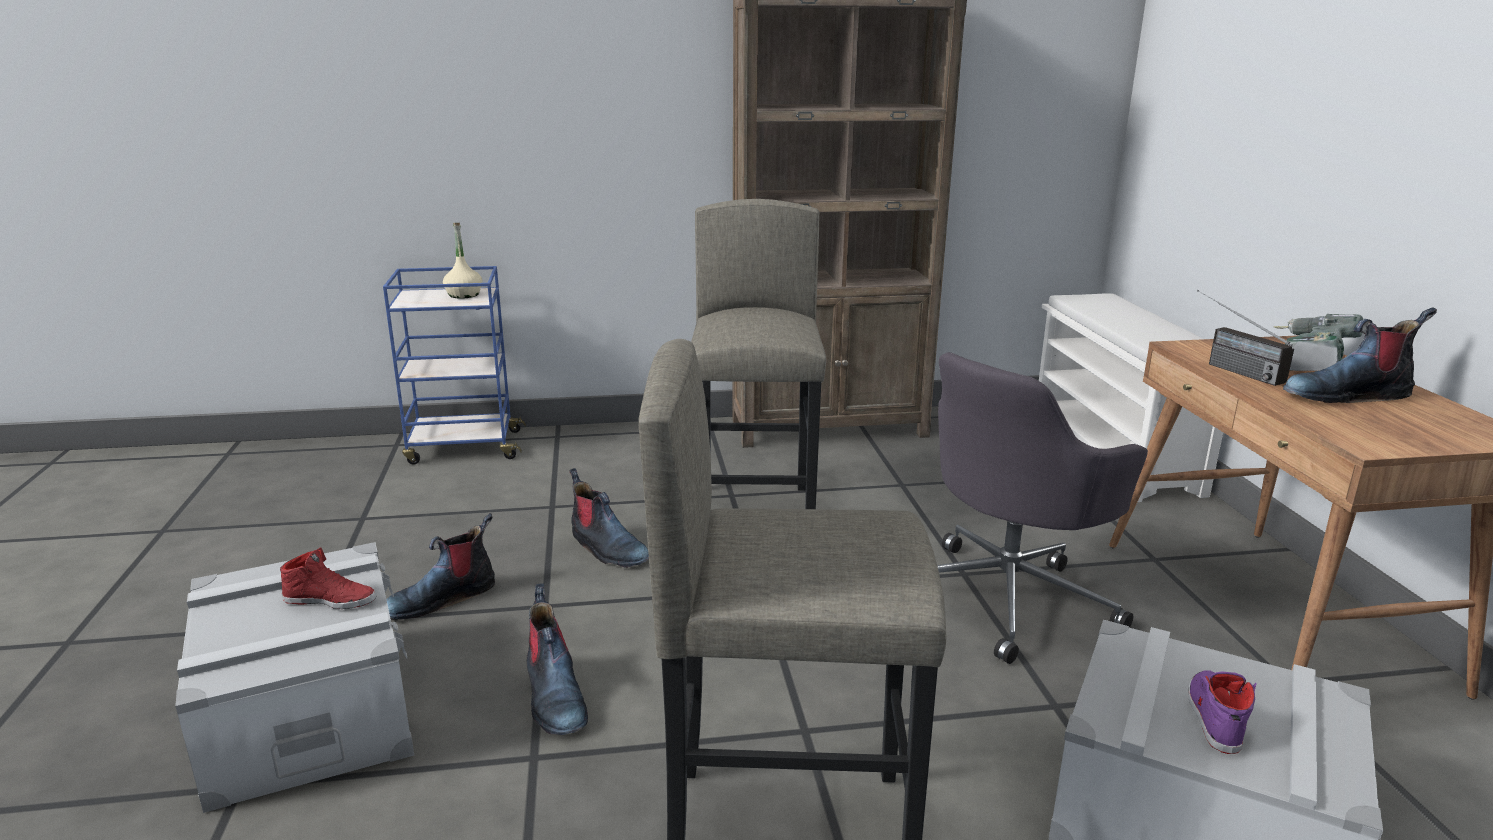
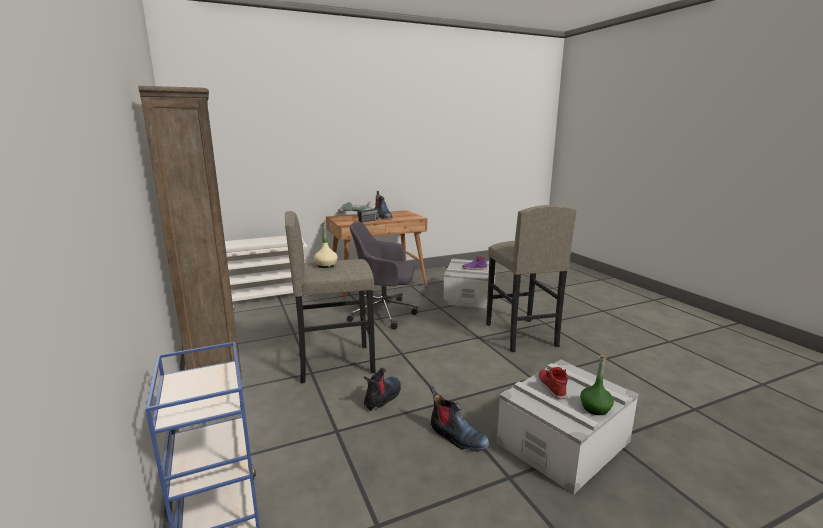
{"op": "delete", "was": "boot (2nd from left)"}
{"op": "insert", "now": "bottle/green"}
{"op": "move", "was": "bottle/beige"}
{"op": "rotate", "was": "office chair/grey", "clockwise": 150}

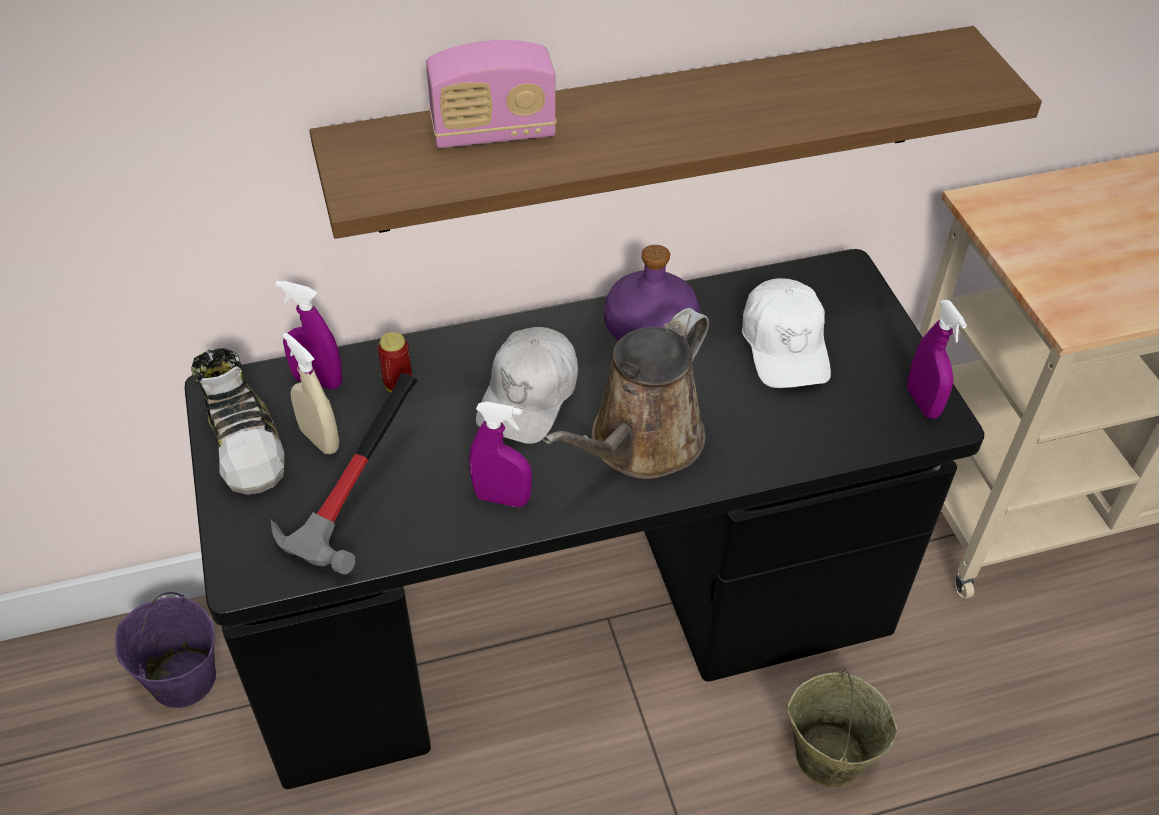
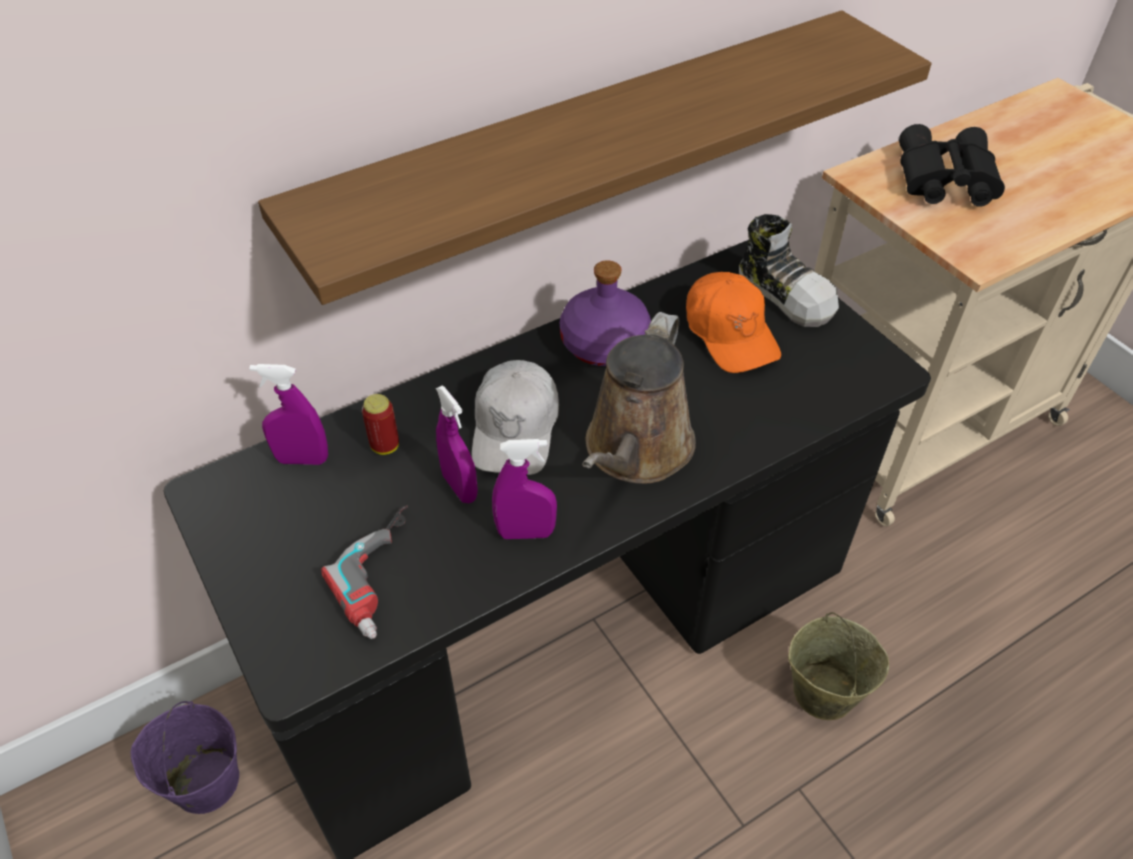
{"op": "delete", "was": "spray bottle/beige"}
{"op": "delete", "was": "radio"}
{"op": "insert", "now": "binoculars/black"}
{"op": "move", "was": "shoe"}
{"op": "move", "was": "spray bottle/purple (3rd from left in the first image)", "now": "spray bottle/purple (2nd from left)"}
{"op": "replace", "was": "hammer", "now": "power drill"}
{"op": "recolor", "was": "cap/white (2nd from left)", "now": "cap/orange"}

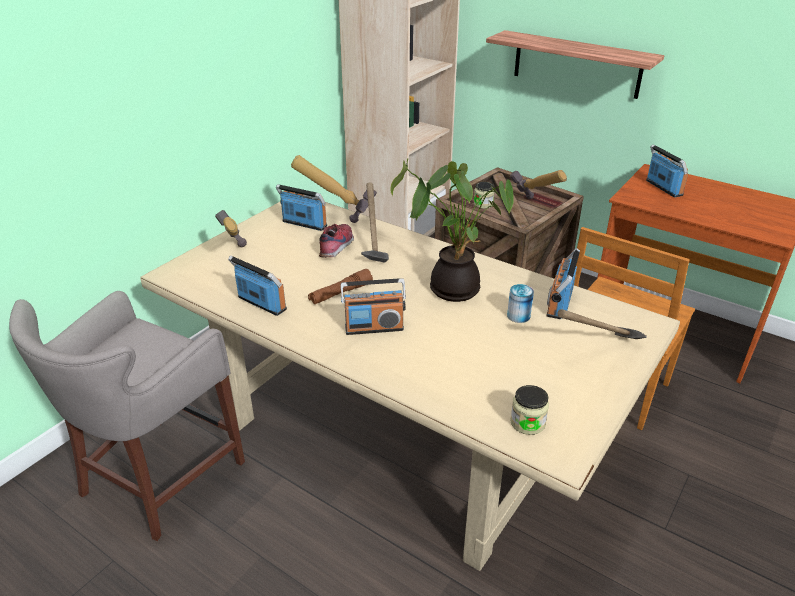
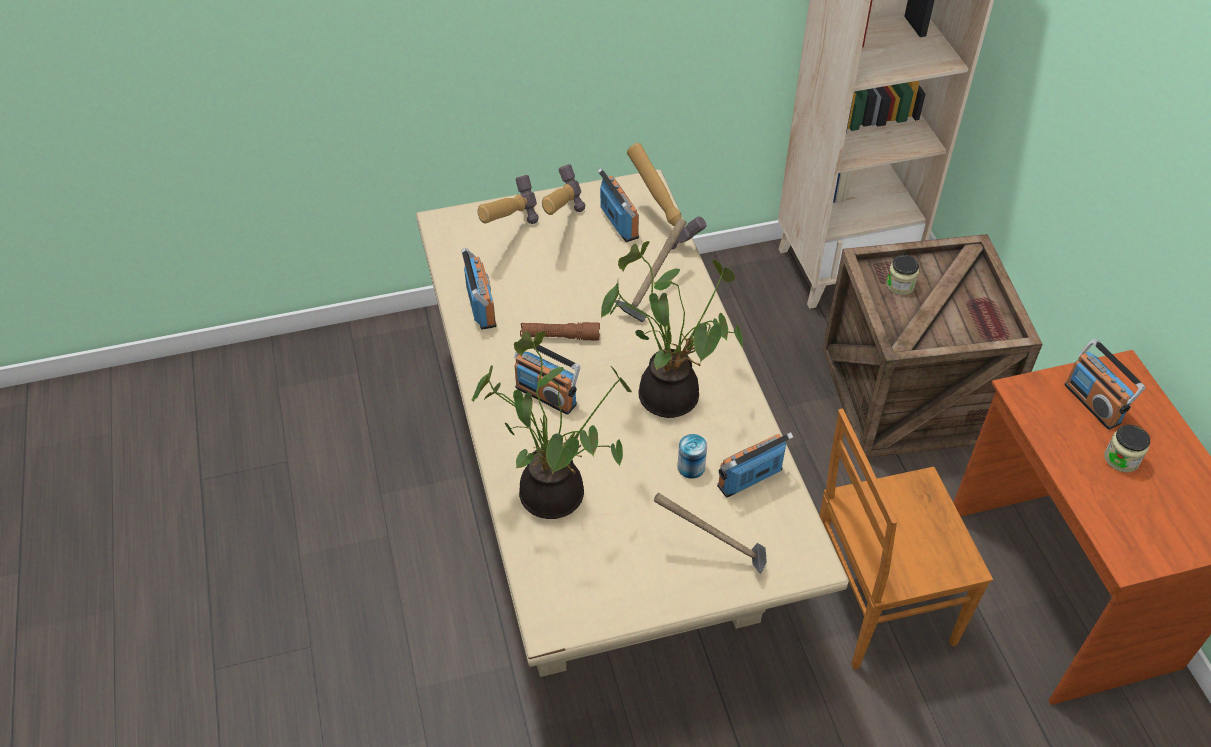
{"op": "delete", "was": "stool/grey"}
{"op": "delete", "was": "shoe"}
{"op": "delete", "was": "shelf"}
{"op": "insert", "now": "potted plant (1st from left)"}
{"op": "move", "was": "hammer (4th from left in the first image)", "now": "hammer (2nd from left)"}
{"op": "move", "was": "jar (2nd from left)"}
{"op": "rotate", "was": "radio (5th from left)", "clockwise": 135}

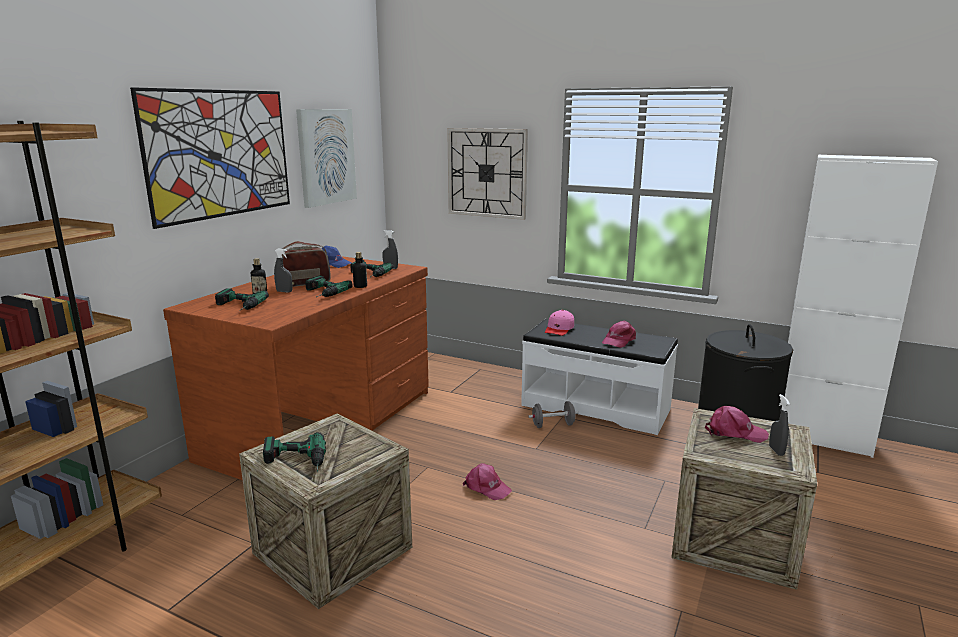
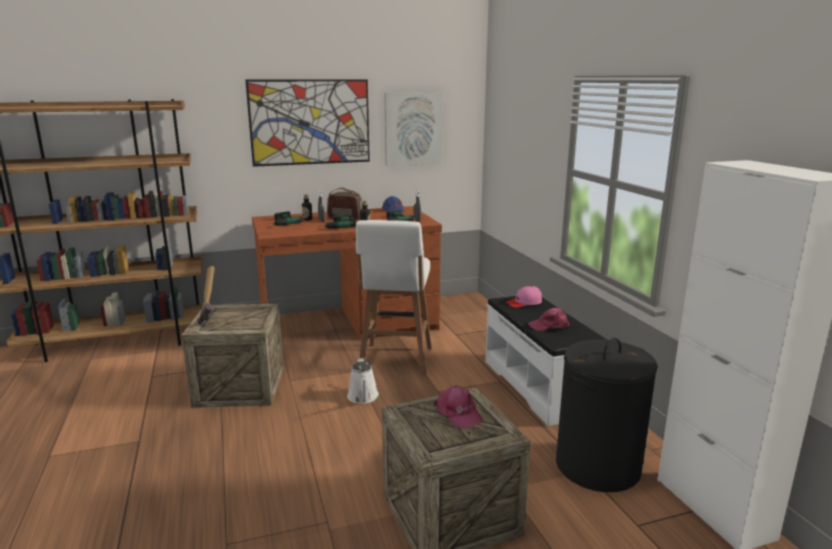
{"op": "delete", "was": "wall clock"}
{"op": "delete", "was": "dumbbell/grey"}
{"op": "delete", "was": "spray bottle/grey (3rd from left)"}
{"op": "insert", "now": "stool/white"}
{"op": "replace", "was": "power drill (2nd from left)", "now": "hammer"}
{"op": "replace", "was": "cap/pink (1st from left)", "now": "watering can/white"}

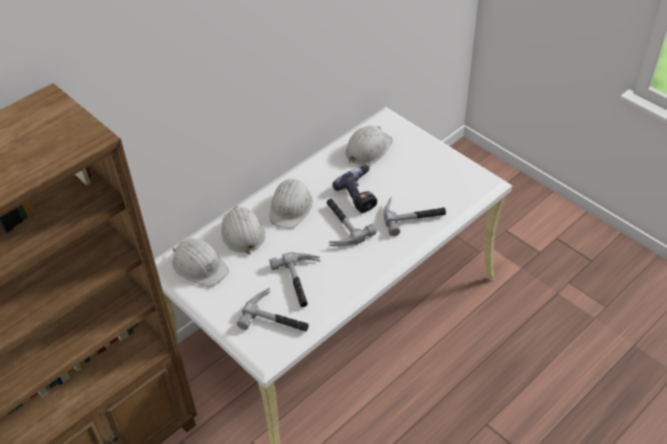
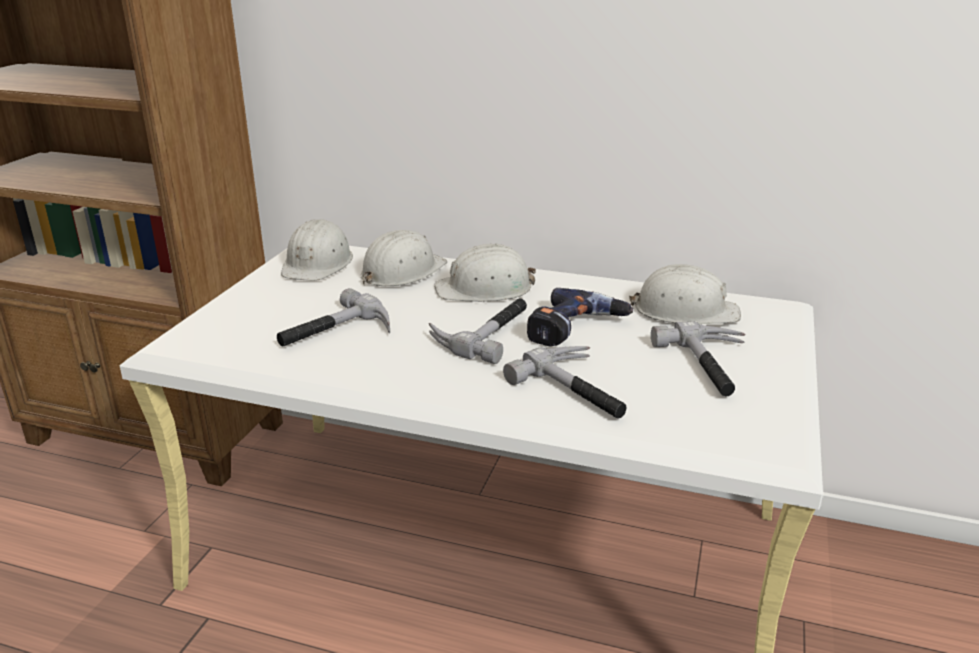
{"op": "move", "was": "hammer (1st from left in the first image)", "now": "hammer (4th from left)"}

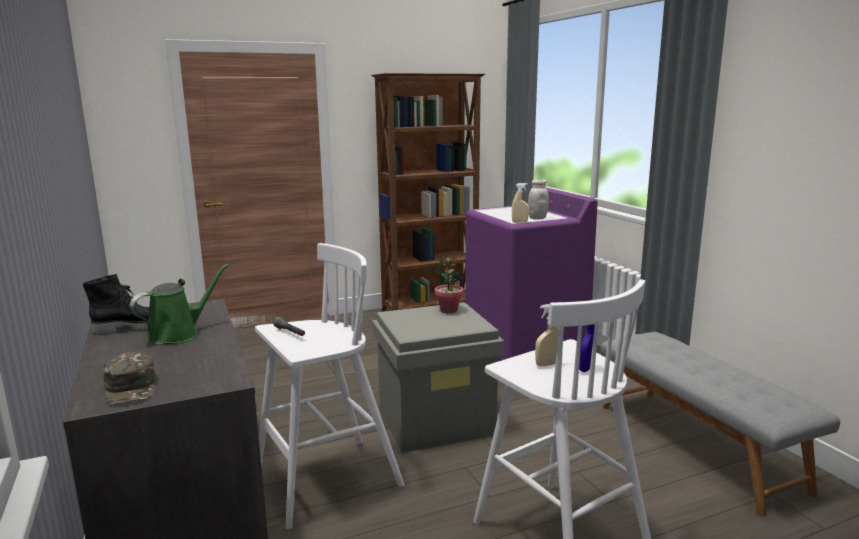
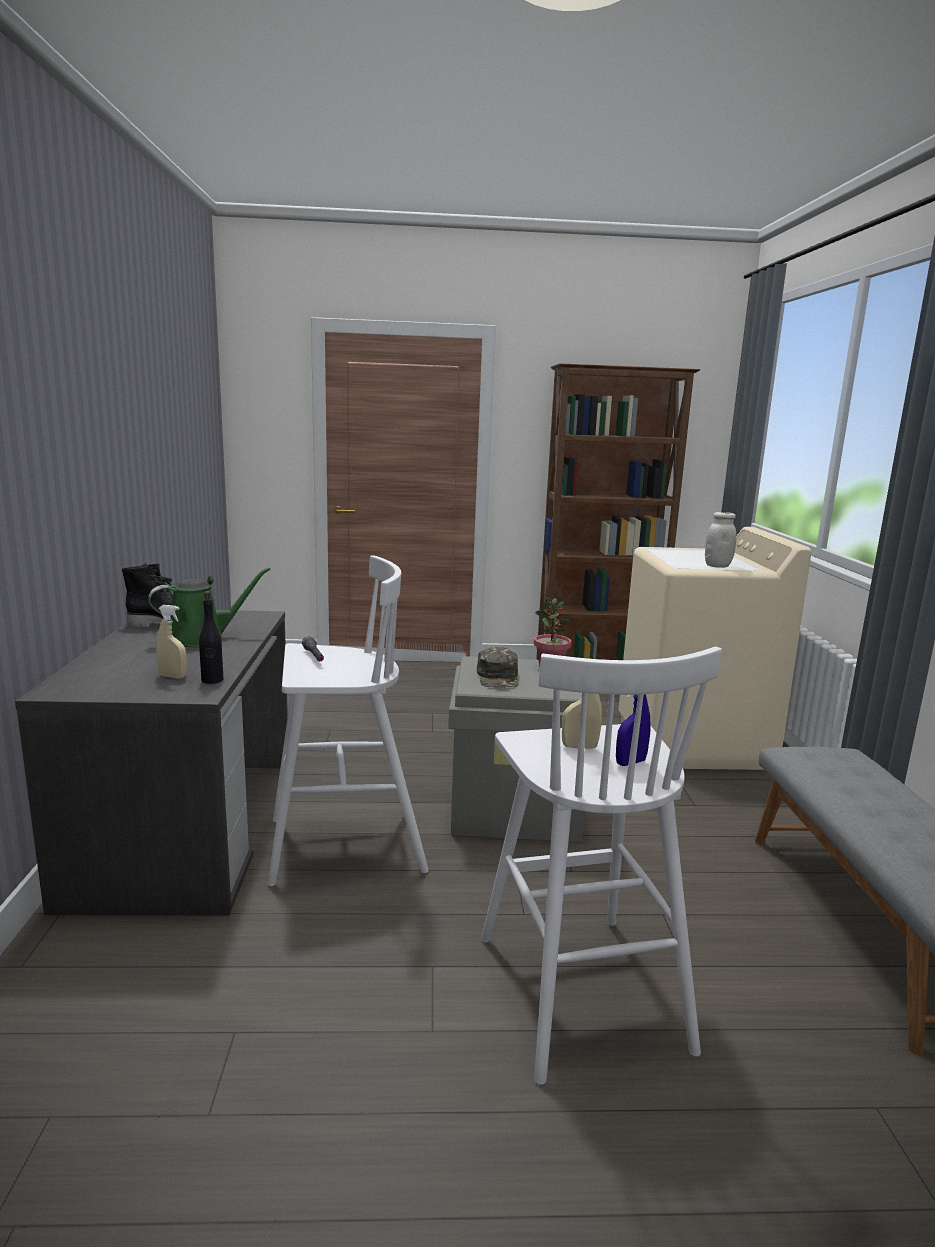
{"op": "insert", "now": "bottle/black"}
{"op": "move", "was": "cap/green"}
{"op": "move", "was": "spray bottle/beige (1st from left)"}
{"op": "recolor", "was": "washing machine/purple", "now": "washing machine/beige"}

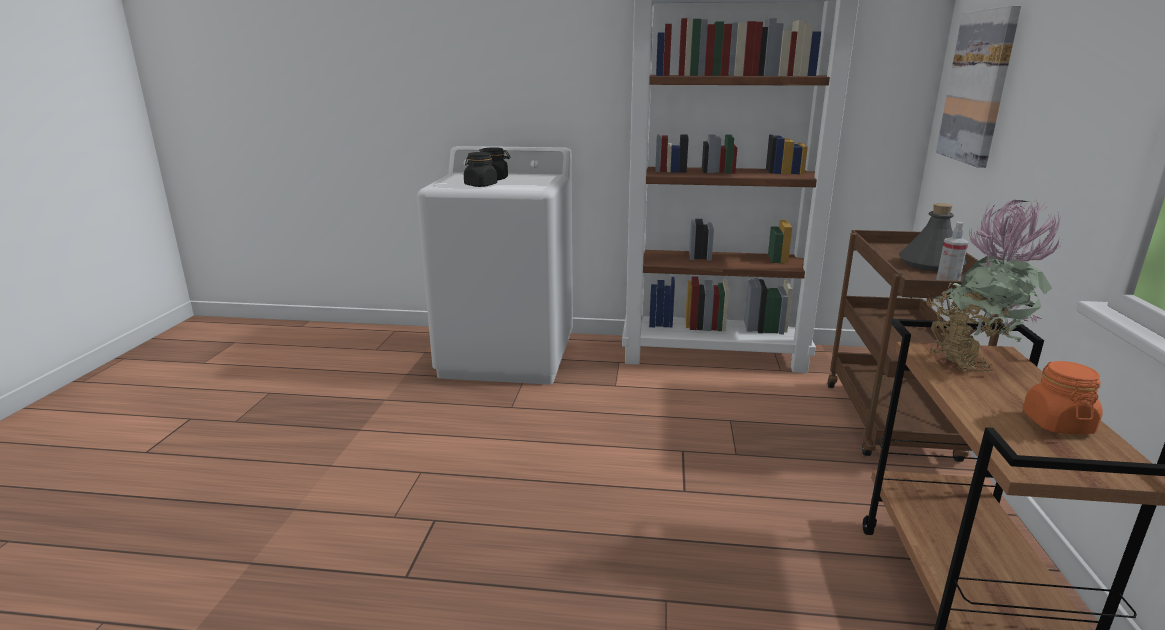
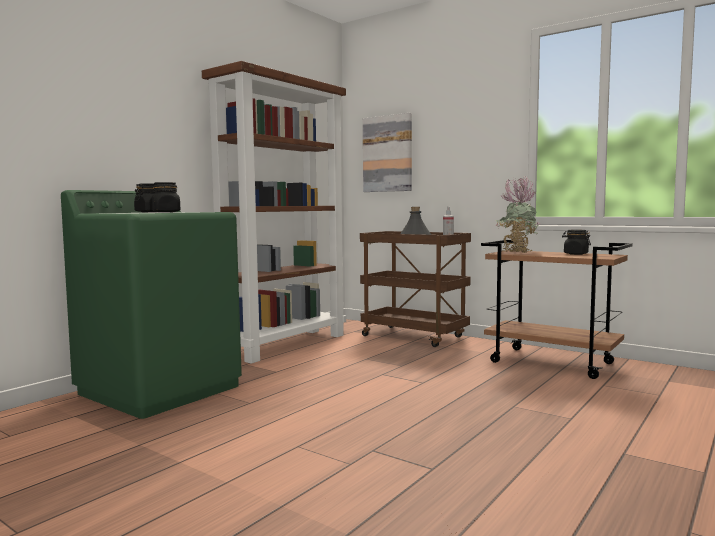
{"op": "recolor", "was": "washing machine/white", "now": "washing machine/green"}
{"op": "recolor", "was": "jar/orange", "now": "jar/black (3rd from left)"}

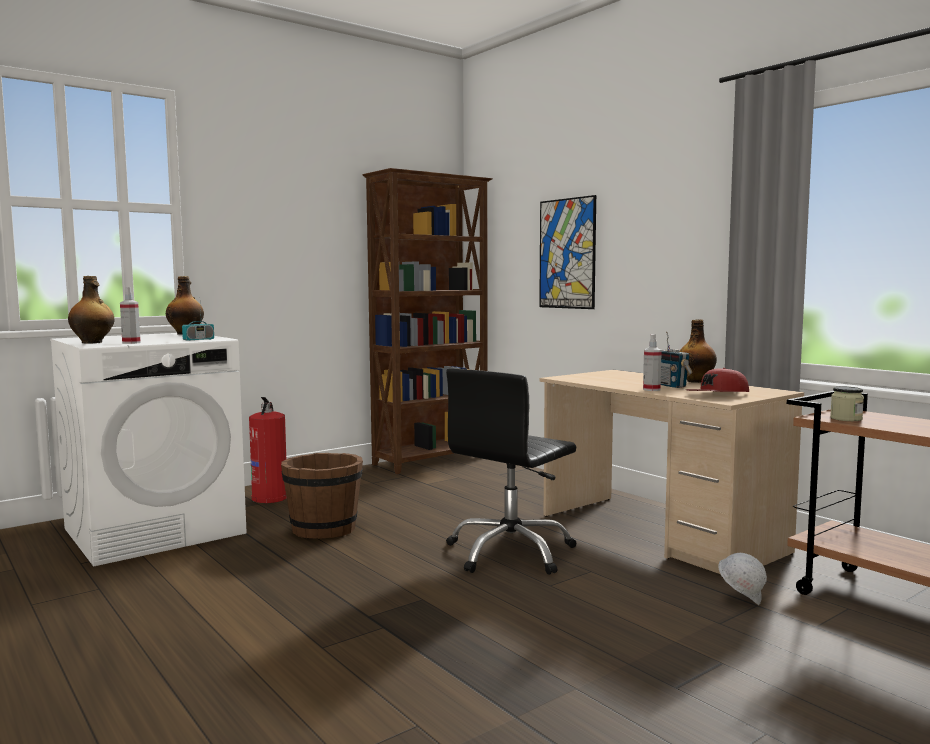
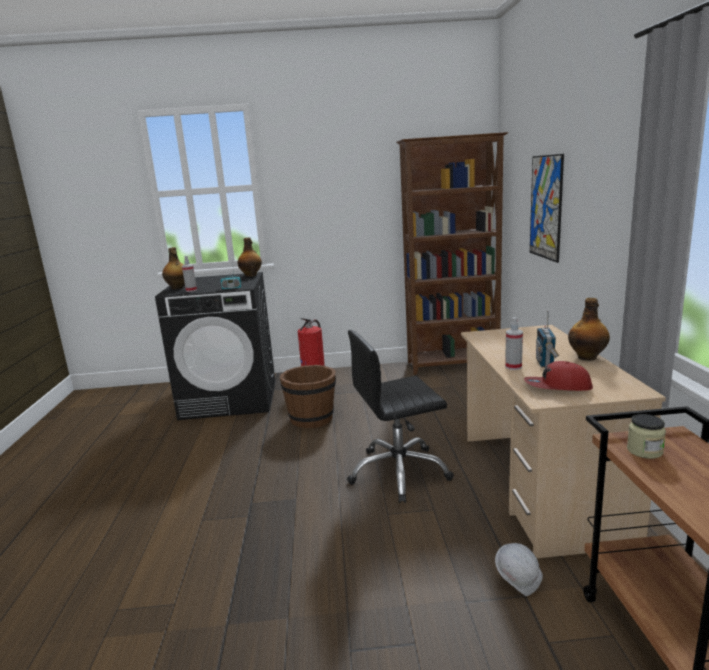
{"op": "recolor", "was": "washing machine/white", "now": "washing machine/black"}

